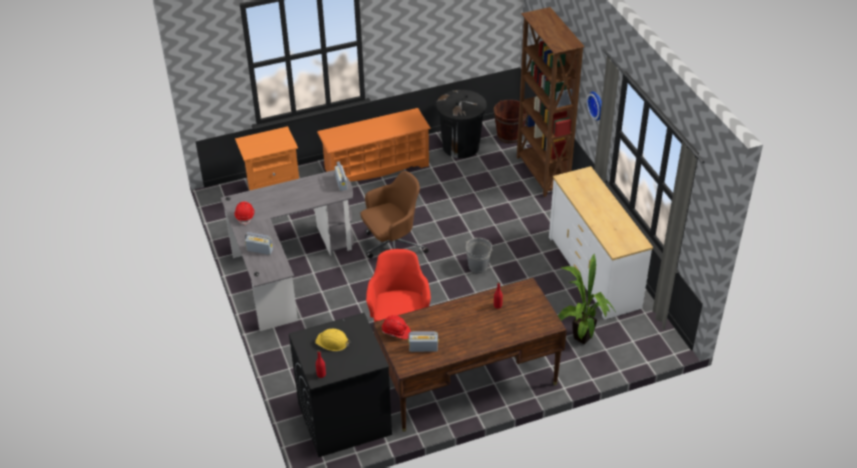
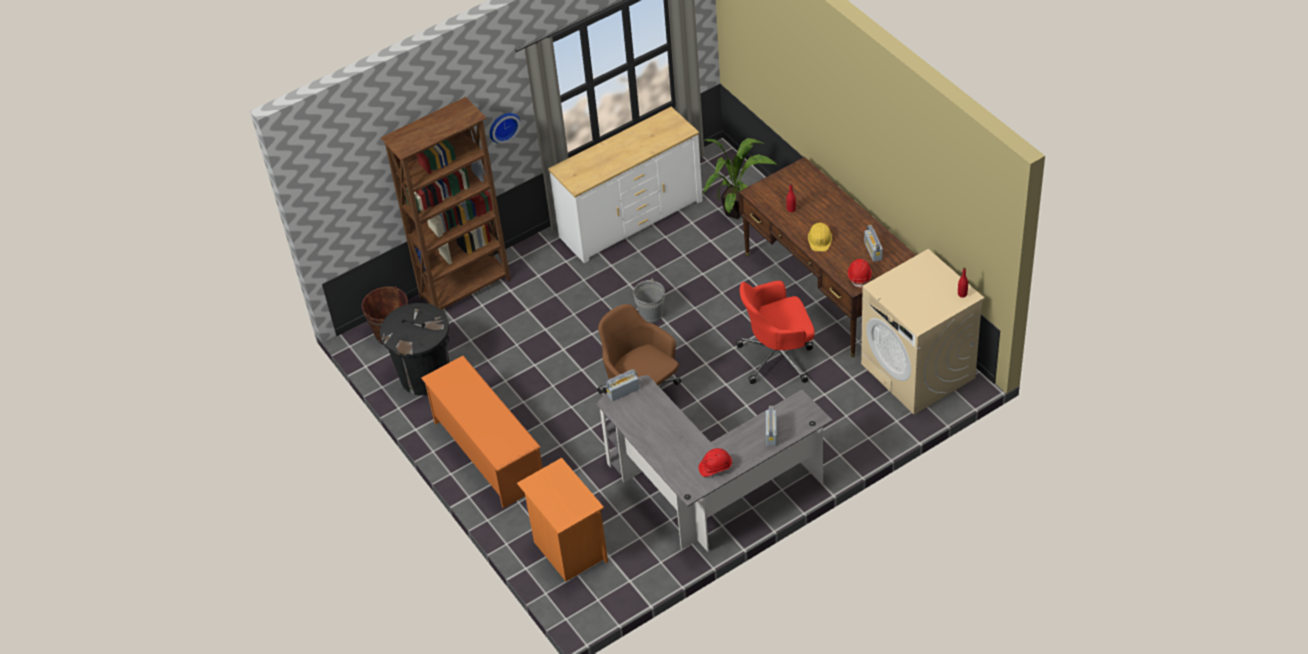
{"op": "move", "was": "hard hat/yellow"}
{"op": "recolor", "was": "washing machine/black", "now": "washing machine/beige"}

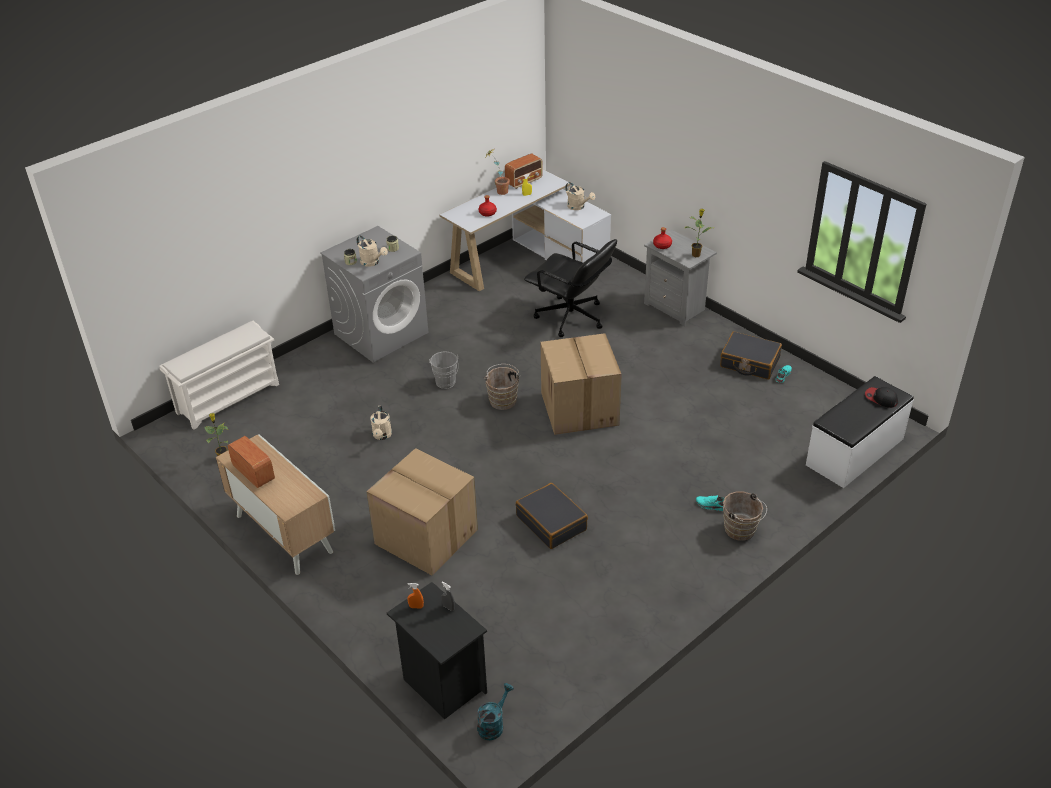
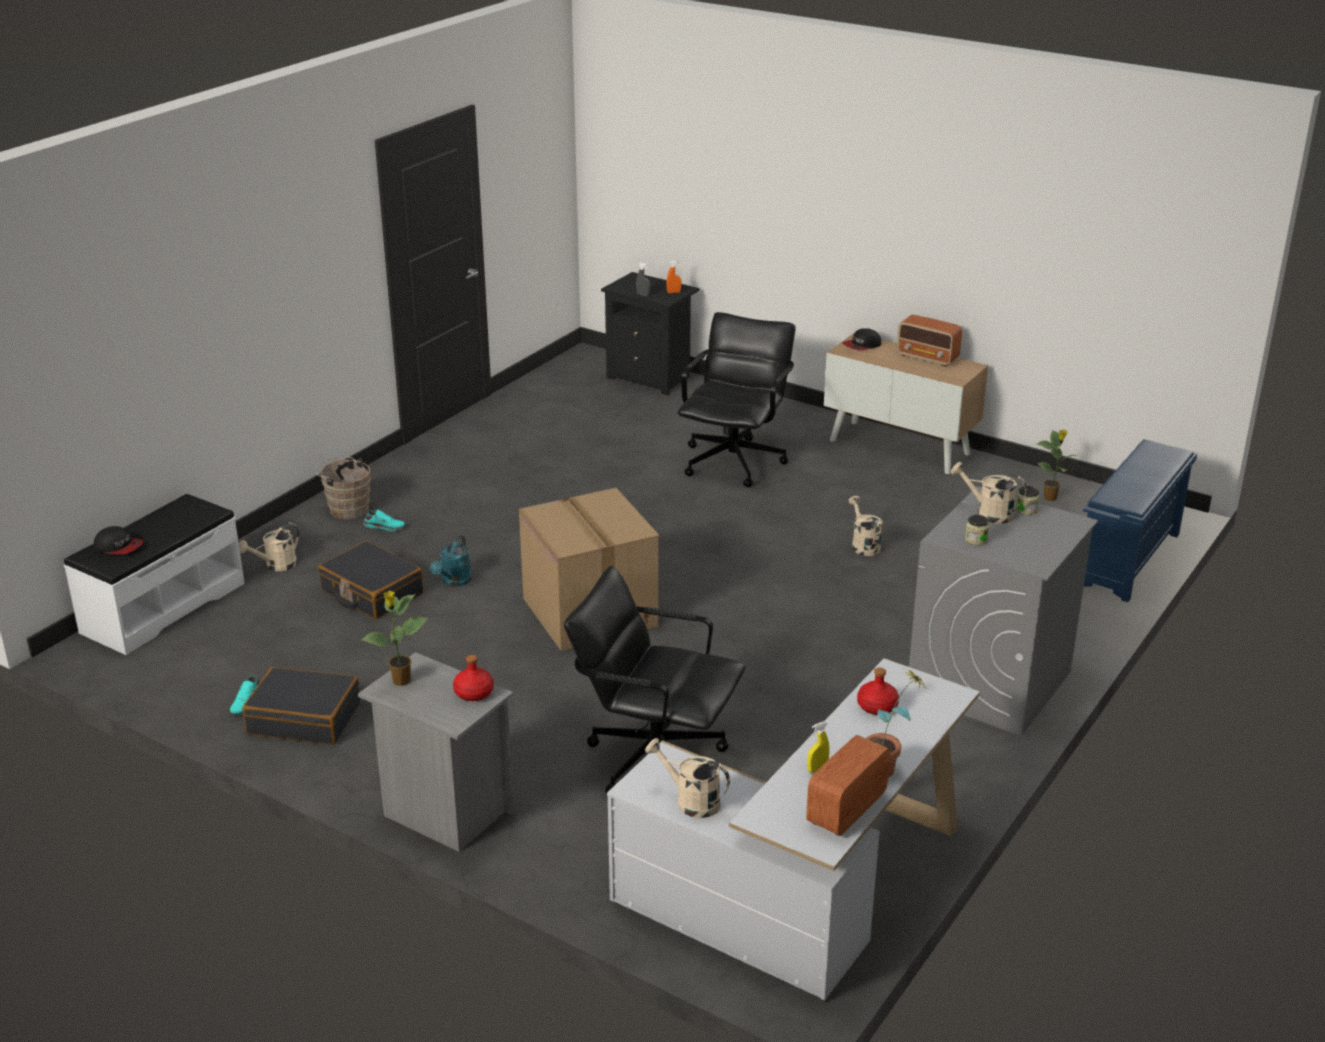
{"op": "delete", "was": "bucket/grey"}
{"op": "delete", "was": "bucket/brown (1st from left)"}
{"op": "insert", "now": "watering can/beige (1st from left)"}
{"op": "insert", "now": "cap (2nd from left)"}
{"op": "move", "was": "watering can/turquoise"}
{"op": "move", "was": "suitcase/black (1st from left in the first image)", "now": "suitcase/black (2nd from left)"}
{"op": "replace", "was": "cardboard box (1st from left)", "now": "office chair/black (2nd from left)"}
{"op": "recolor", "was": "shoe rack/white", "now": "shoe rack/blue"}

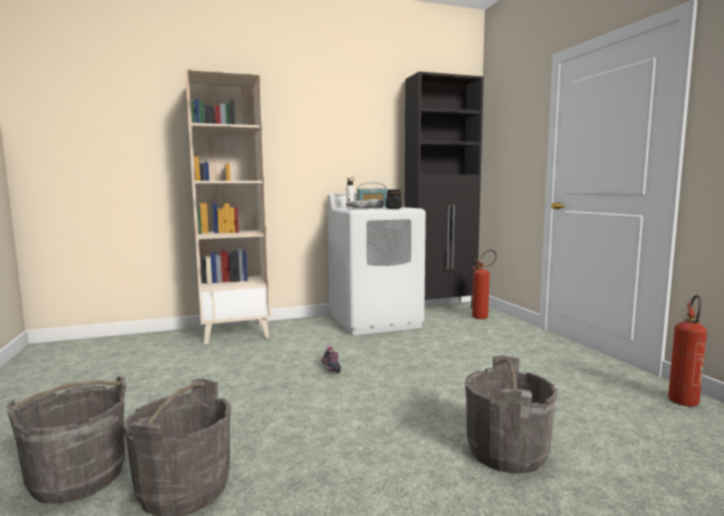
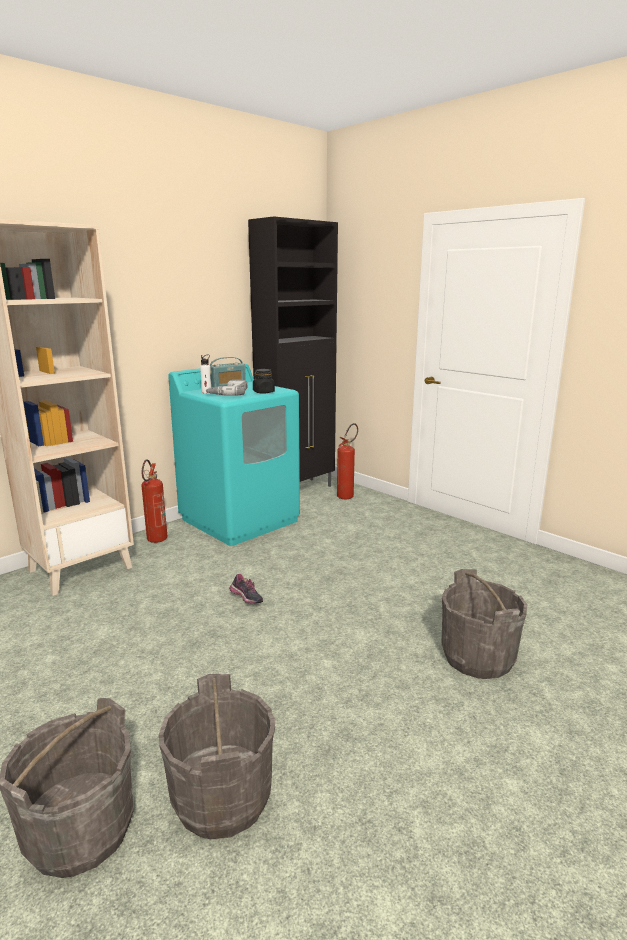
{"op": "move", "was": "fire extinguisher (2nd from left in the first image)", "now": "fire extinguisher (1st from left)"}
{"op": "recolor", "was": "washing machine/white", "now": "washing machine/turquoise"}

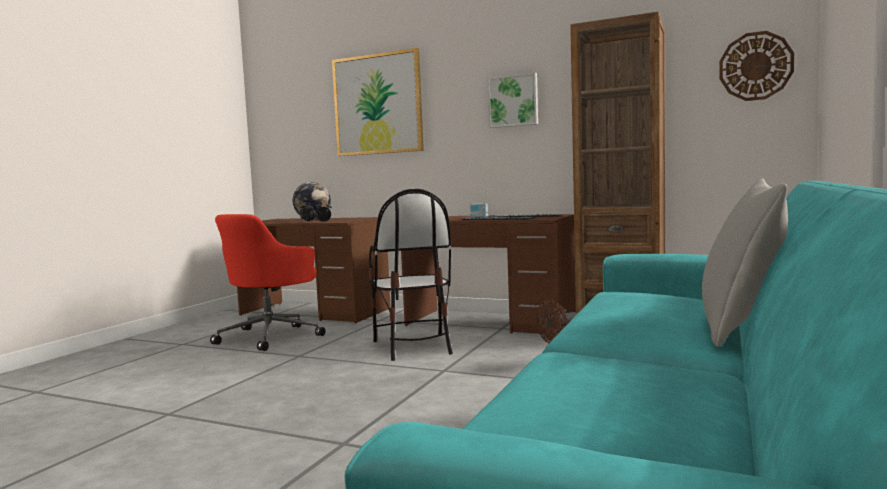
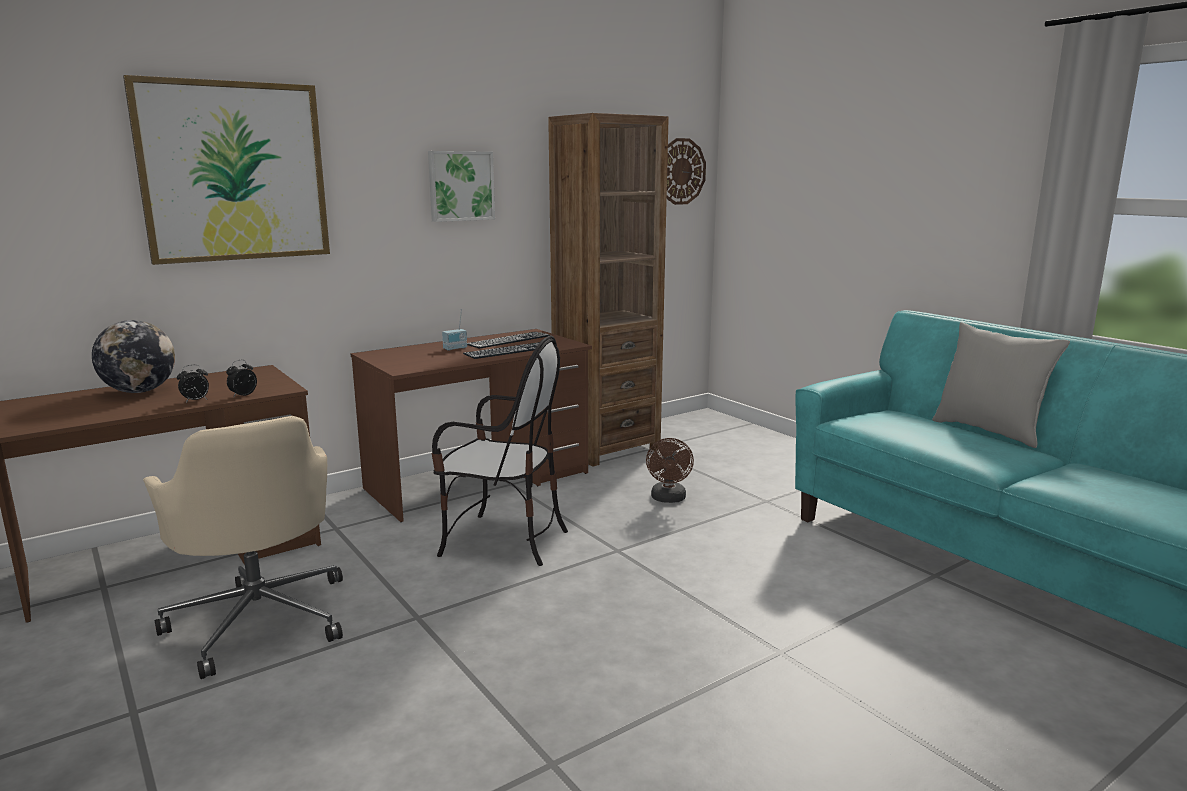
{"op": "recolor", "was": "office chair/red", "now": "office chair/beige"}

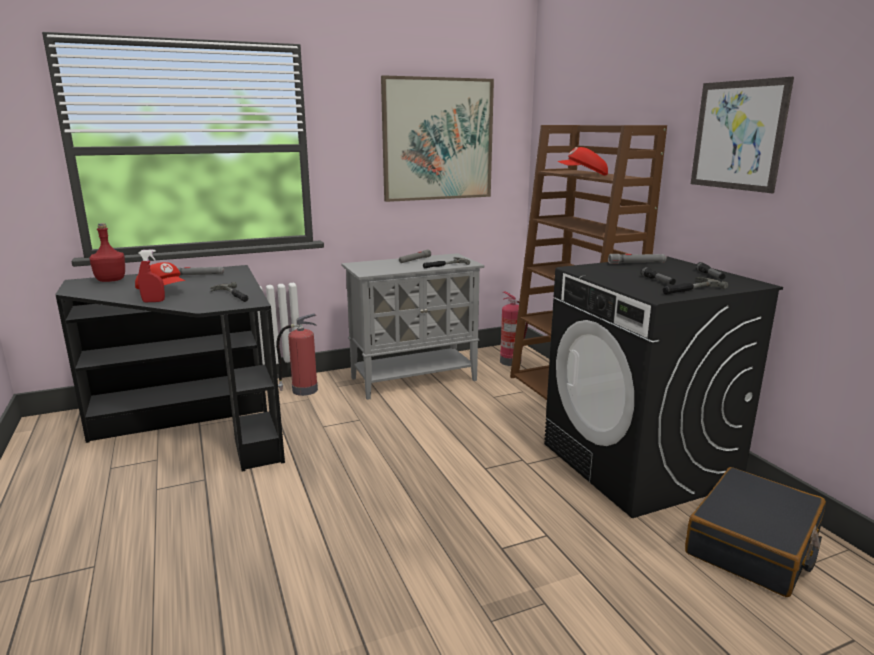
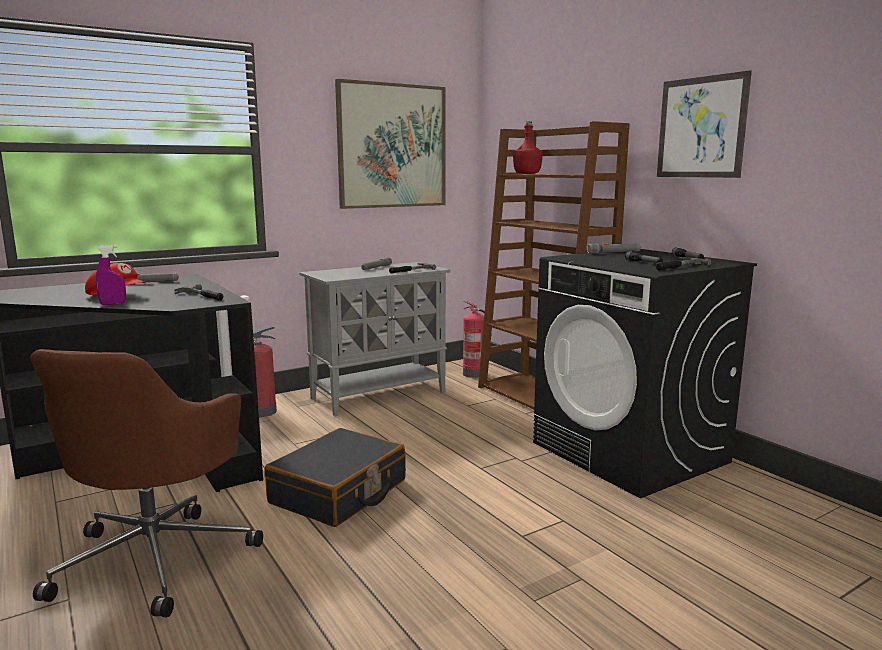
{"op": "delete", "was": "cap/red (2nd from left)"}
{"op": "insert", "now": "office chair/brown"}
{"op": "move", "was": "bottle/red"}
{"op": "move", "was": "suitcase/black"}
{"op": "recolor", "was": "spray bottle/red", "now": "spray bottle/purple"}

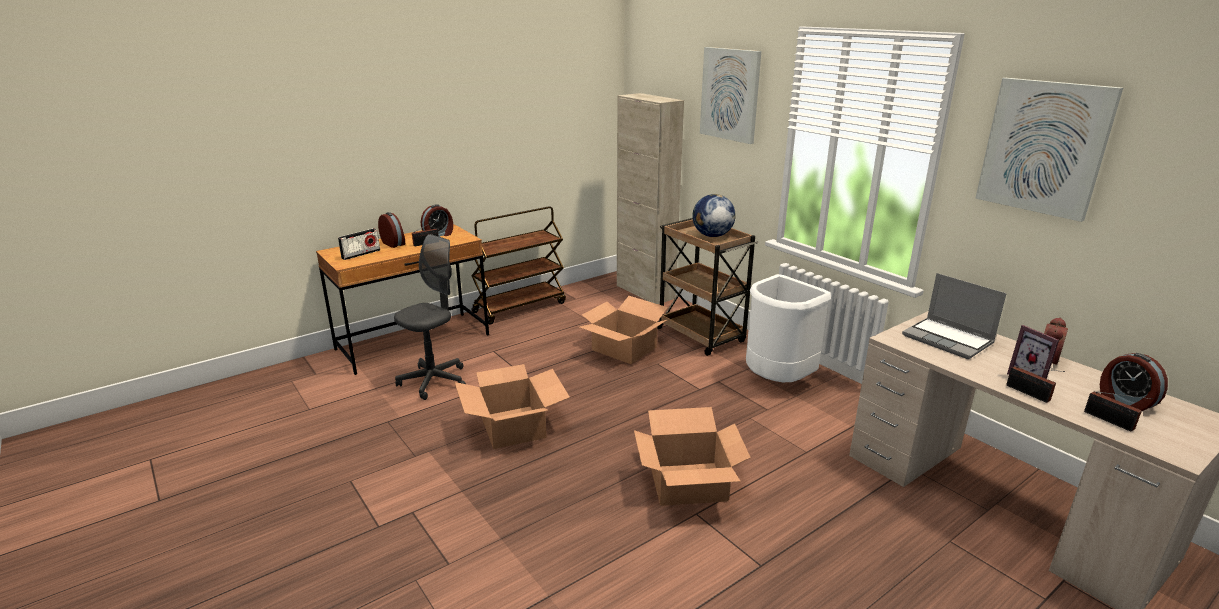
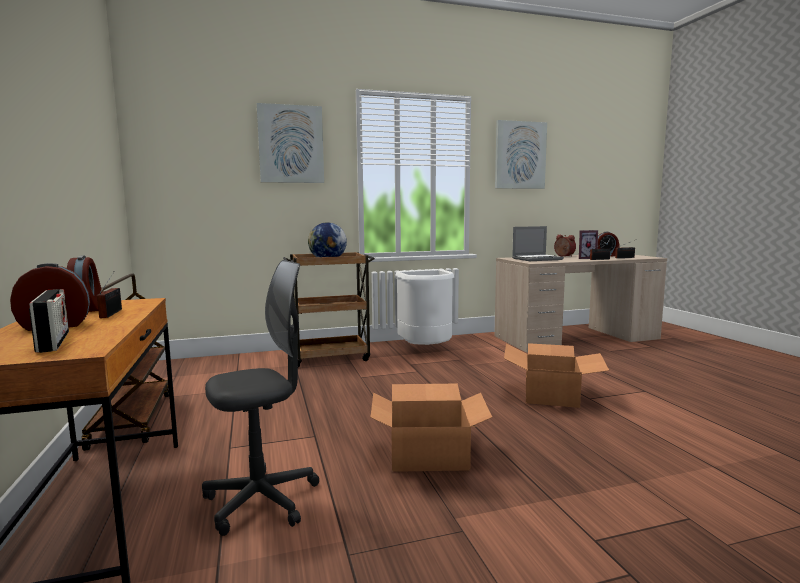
{"op": "delete", "was": "cardboard box (2nd from left)"}
{"op": "delete", "was": "cabinet/beige"}
{"op": "rotate", "was": "office chair/grey", "clockwise": 90}

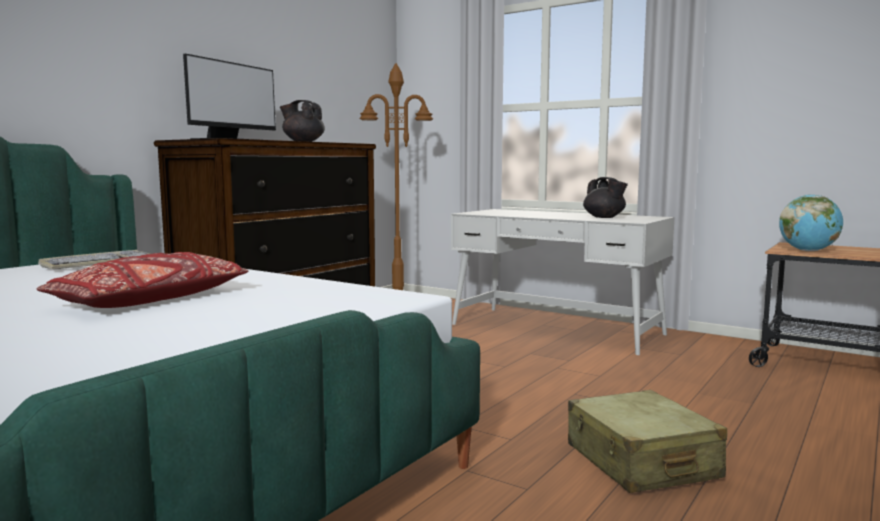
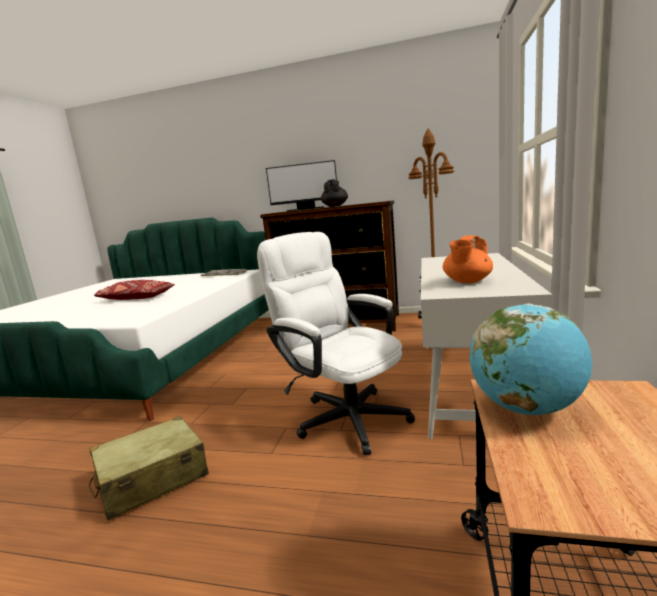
{"op": "insert", "now": "office chair/white"}
{"op": "recolor", "was": "teapot/black (2nd from left)", "now": "teapot/orange"}

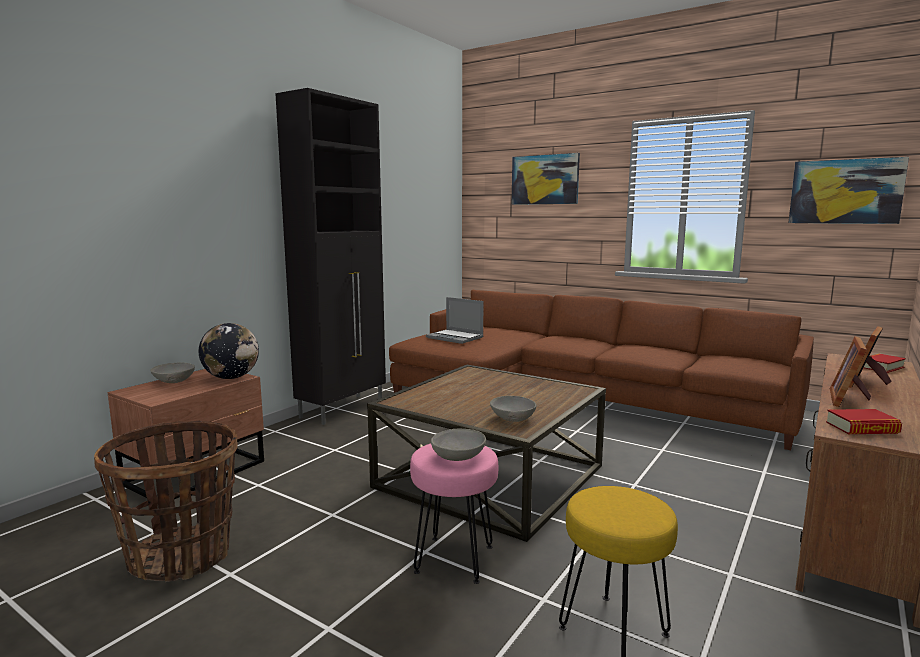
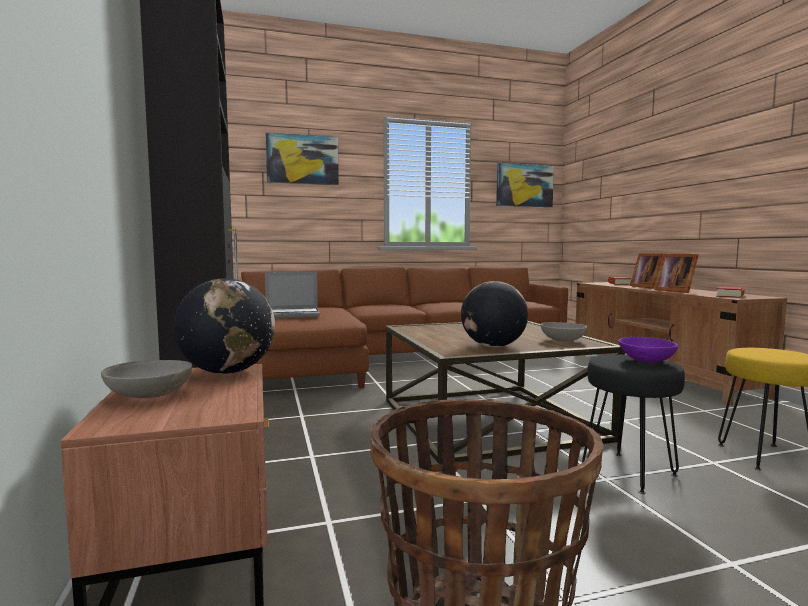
{"op": "insert", "now": "globe (2nd from left)"}
{"op": "recolor", "was": "stool/pink", "now": "stool/black"}
{"op": "recolor", "was": "bowl/grey (2nd from left)", "now": "bowl/purple"}

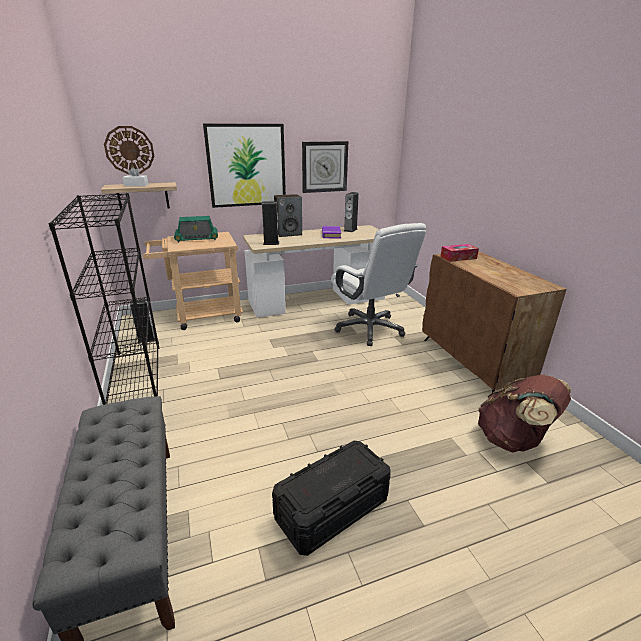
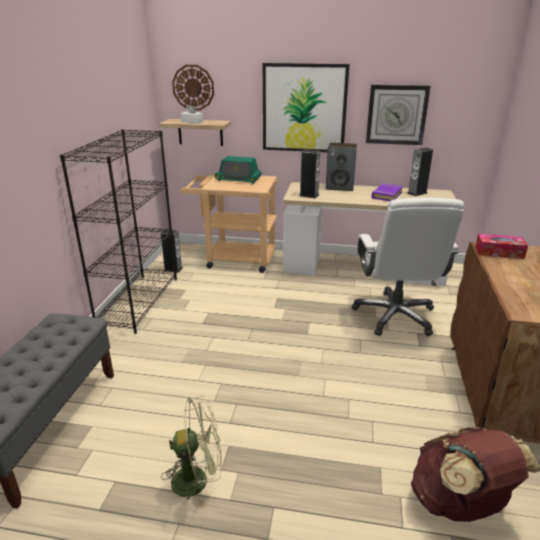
{"op": "replace", "was": "storage box/black", "now": "fan/green"}

